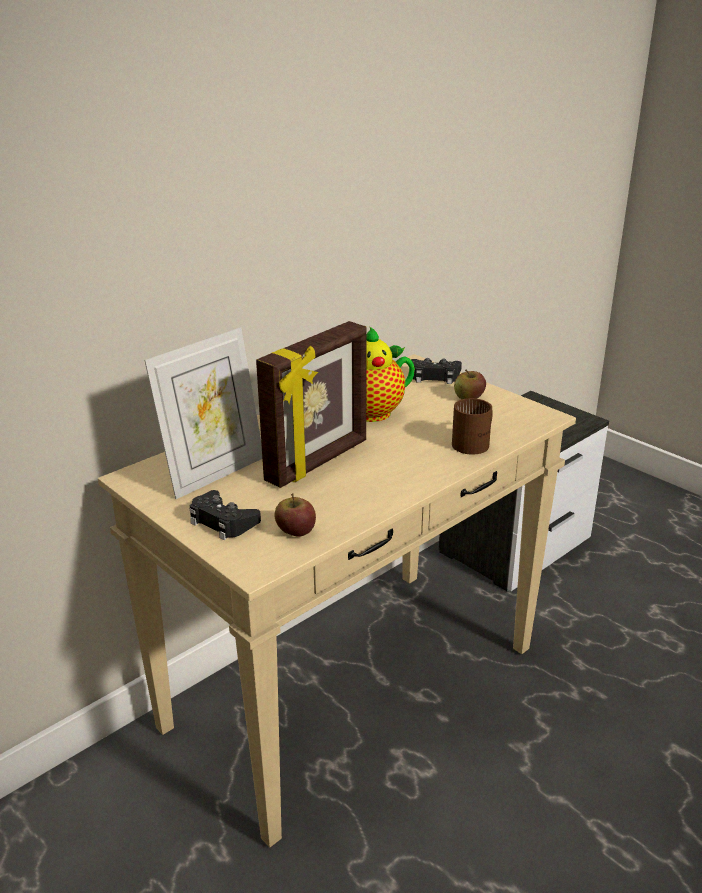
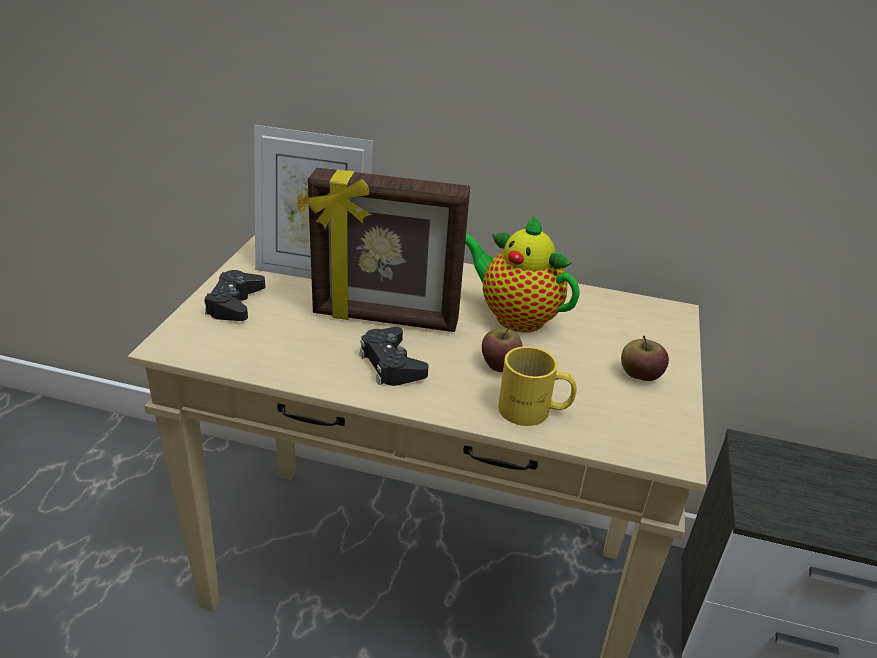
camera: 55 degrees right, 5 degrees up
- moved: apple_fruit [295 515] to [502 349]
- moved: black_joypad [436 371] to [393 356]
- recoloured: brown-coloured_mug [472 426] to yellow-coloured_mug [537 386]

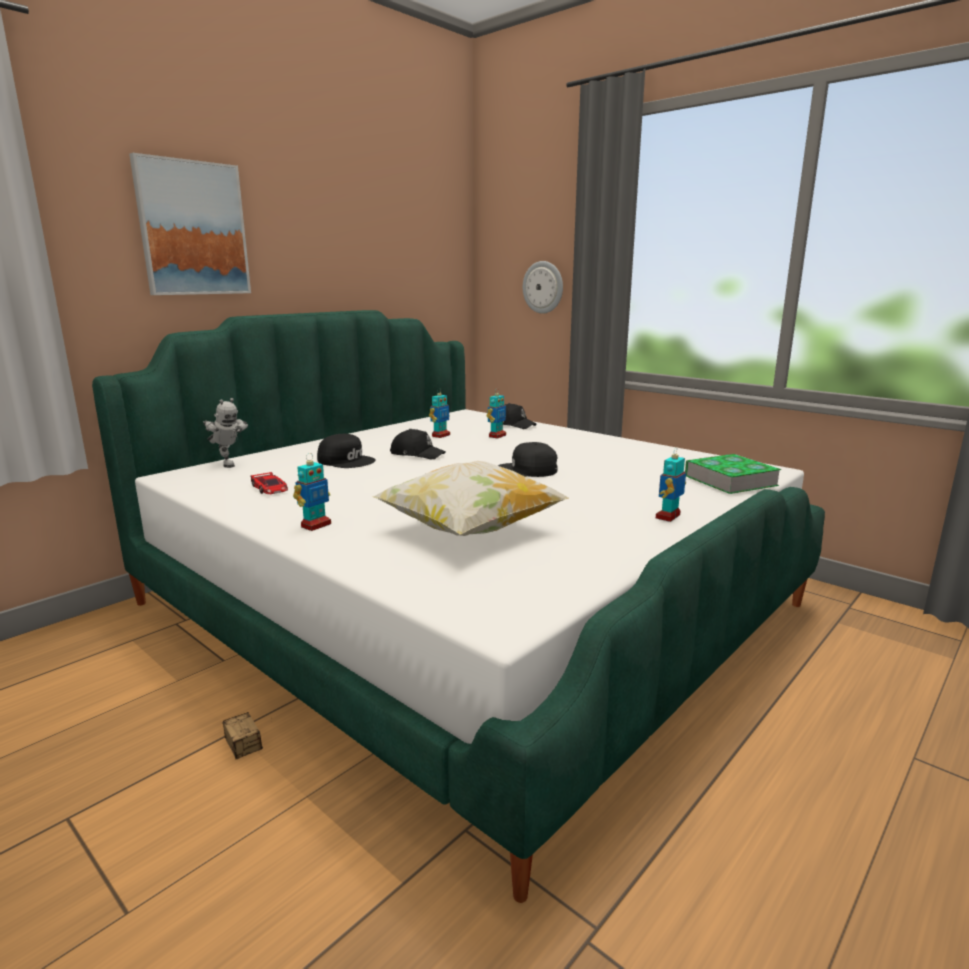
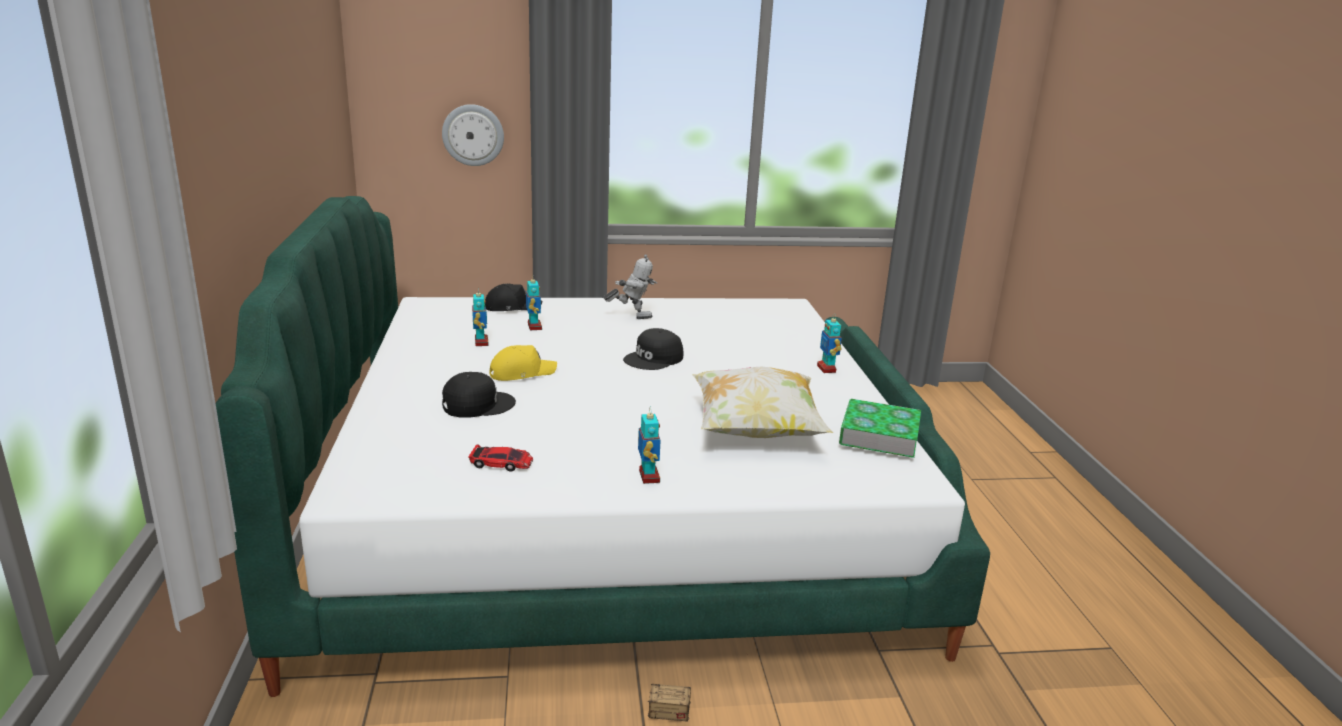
camera: 50 degrees left, 5 degrees up
- removed: wall_picture [190 224]
- moved: robot_figure [225 433] to [630 286]
- recoloured: black_peaked_cap [418 444] to yellow-coloured_peaked_cap [523 363]
- moved: volume [733 474] to [880 428]

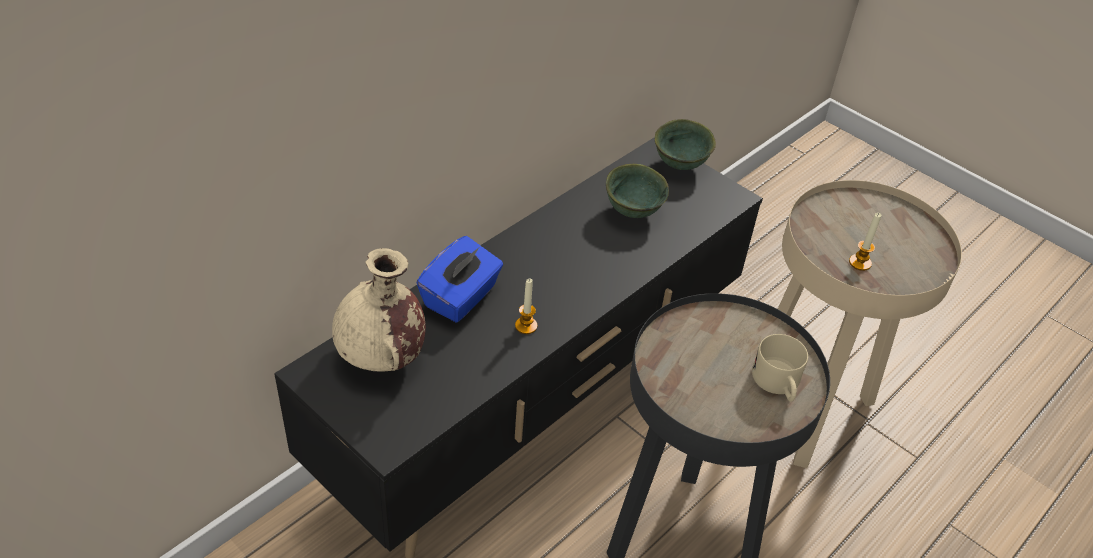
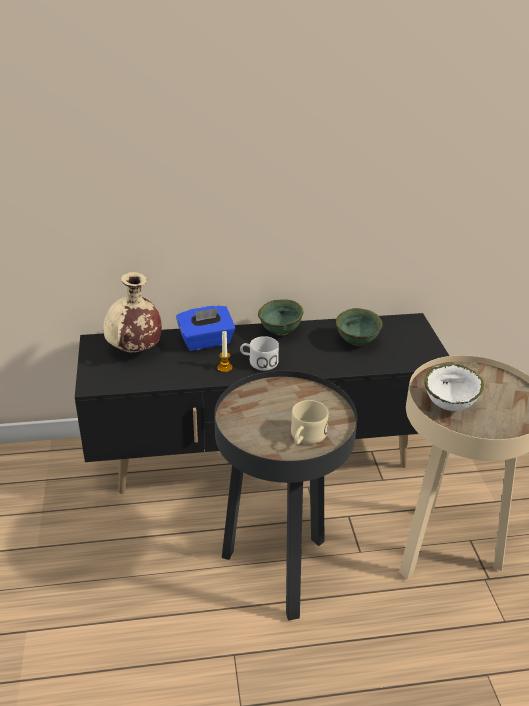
camera: 40 degrees right, 10 degrees down
- moved: green-coloured_bowl [685 144] to [281 317]
- replaced: wax_light [865 242] to white_bowl [454 387]
- added: white_mug [259 353]

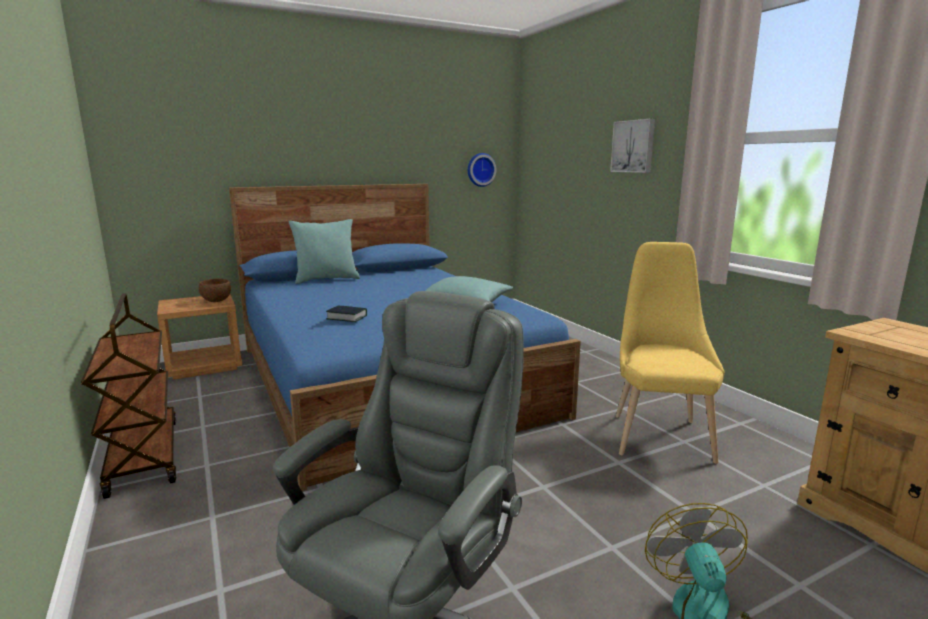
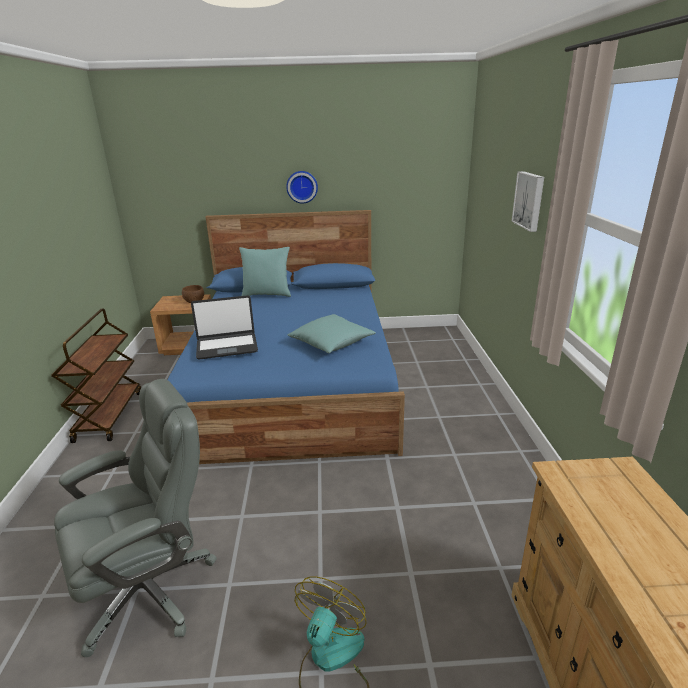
camera: 25 degrees right, 10 degrees up
- replaced: volume [346 314] to laptop [224 327]
- moved: clock_on_the_wall [482 170] to [302 187]
- removed: yellow-coloured_chair [670 353]

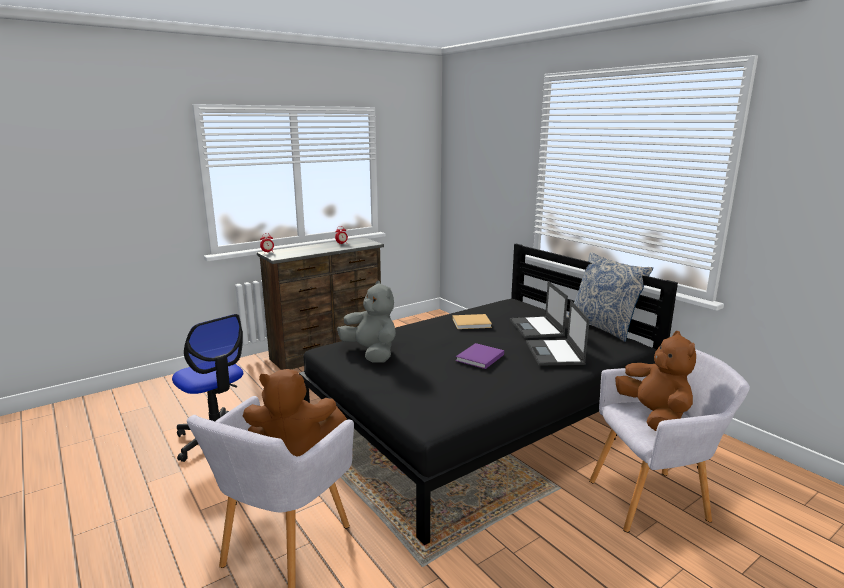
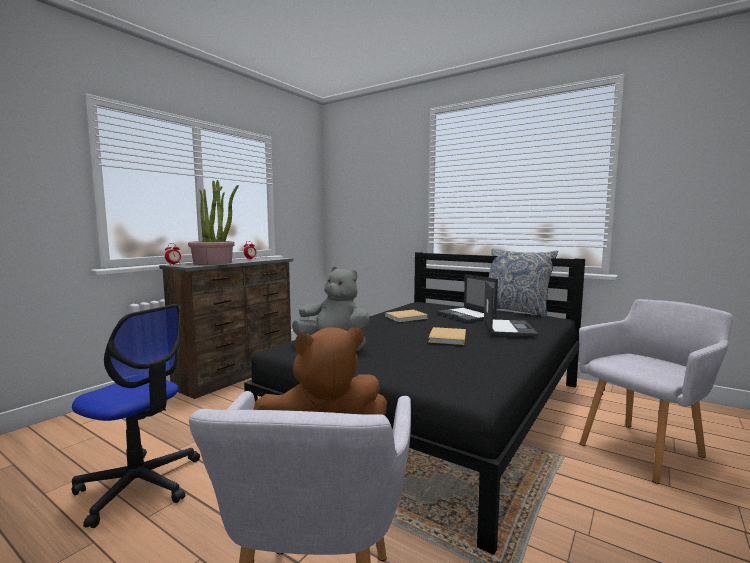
camera: 20 degrees left, 10 degrees down
- recoloured: purple-coloured_volume [480 356] to beige_volume [447 336]
- turned: laptop [558 333] = [510 308] 150 degrees counterclockwise
- removed: brown-coloured_soft_toy [655 381]
- added: potted_plant [213 222]

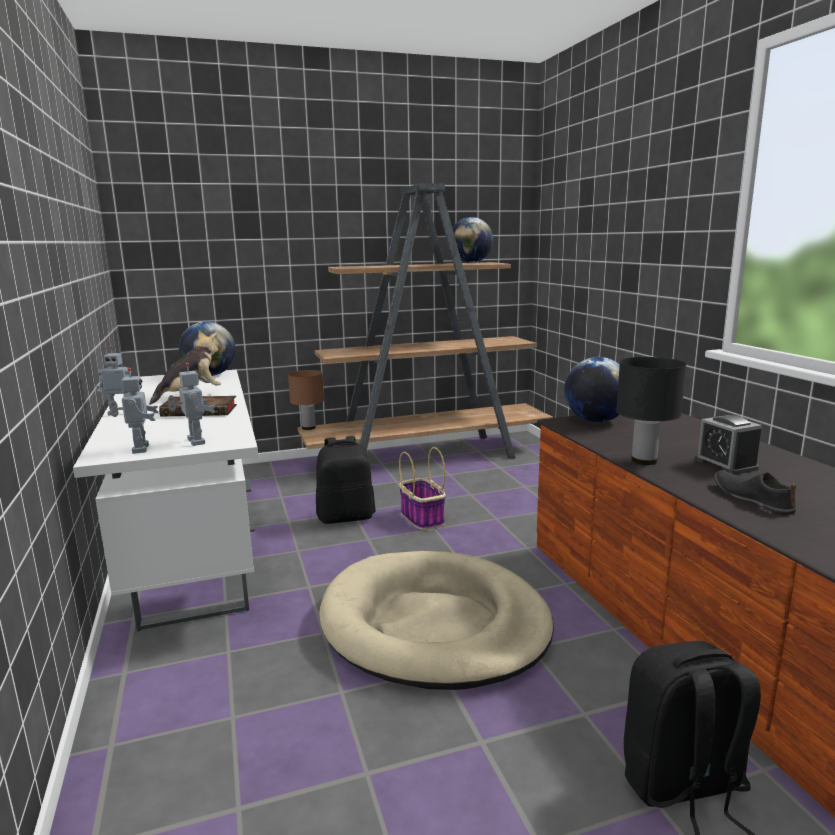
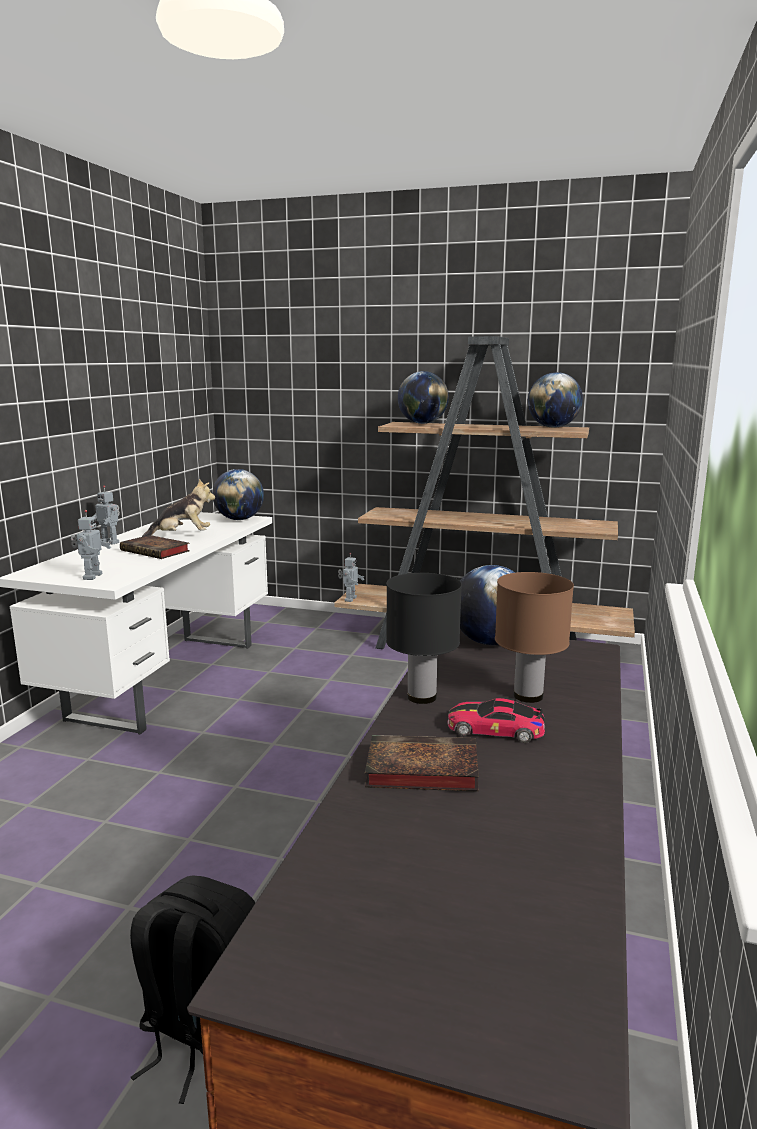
camera: 35 degrees right, 0 degrees up
- moved: robot_figure [134 411] to [351 577]
- moved: brown-coloured_lamp_for_a_table [306 400] to [534 637]
- removed: black_backpack [346 480]
- removed: beige_pet_bed [436 620]
- removed: basket [422 488]
- replaced: table_clock [728 445] to toy_car [496 720]
- replaced: black_low_shoe [755 492] to volume [422 763]
- added: globe [423 397]

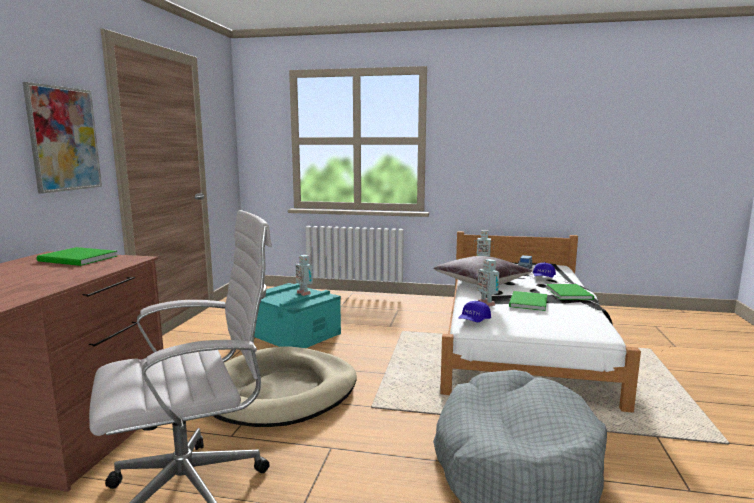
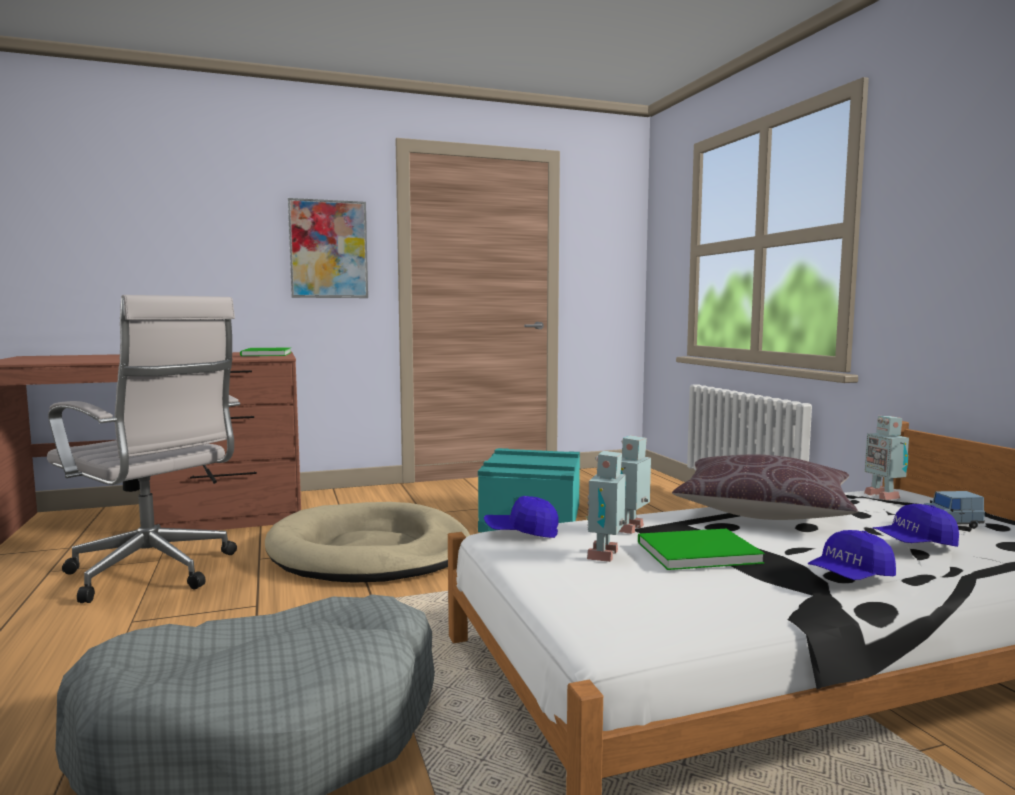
camera: 60 degrees right, 5 degrees down
- moved: robot_figure [304 275] to [606 506]
- replaced: green-coloured_volume [570 292] to blue_peaked_cap [852 555]

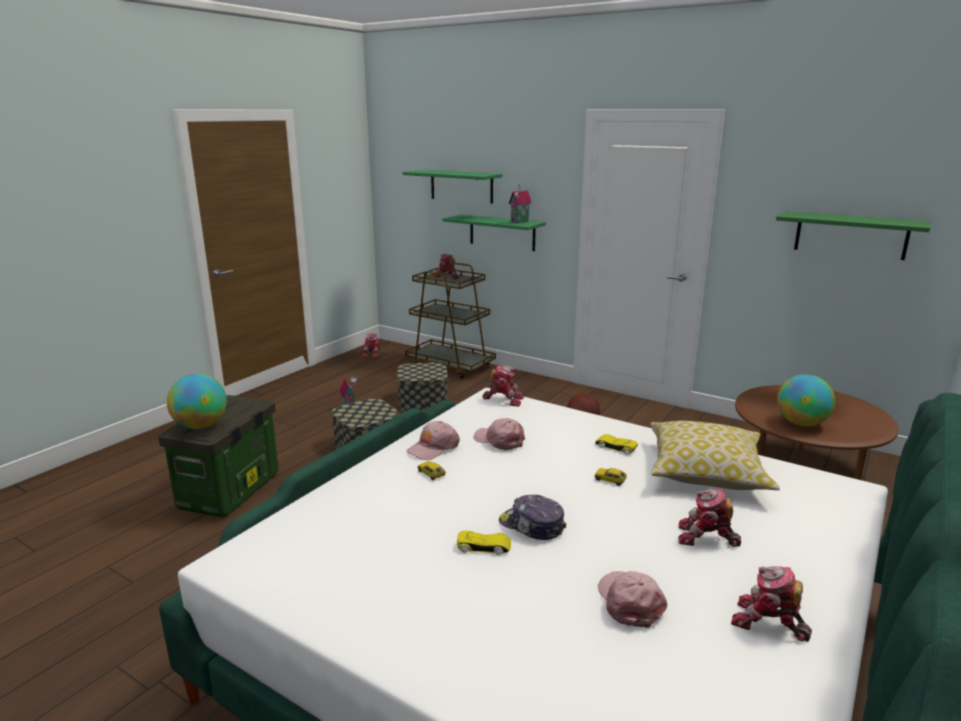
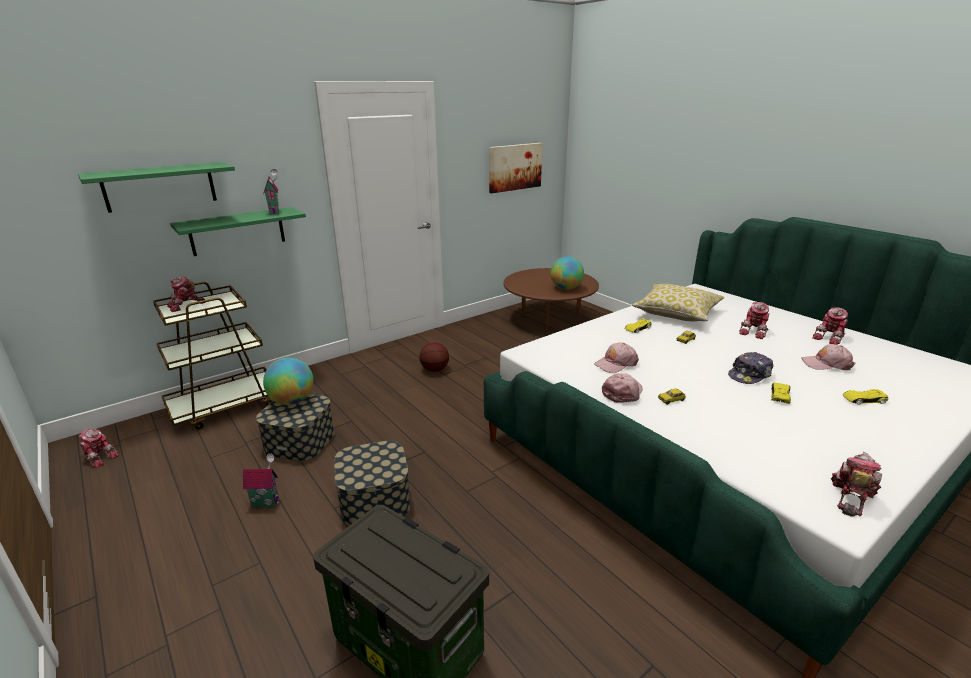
camera: 70 degrees left, 5 degrees up
- moved: globe [197 401] to [288 381]
- turned: pink-coloured_peaked_cap [433 440] = [622 388] 120 degrees counterclockwise
- moved: robot_figure [503 386] to [856 484]
- replaced: green-coloured_shelf [853 235] to wall_picture [515 168]
- added: yellow-coloured_toy_car [865 397]

